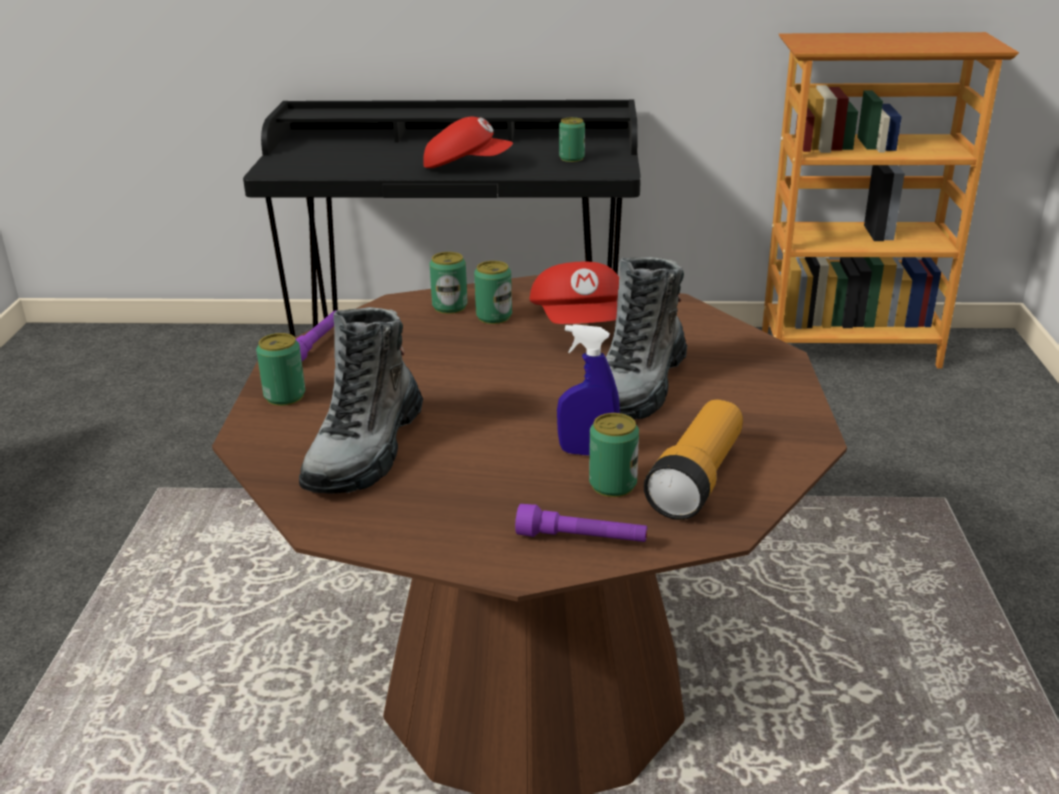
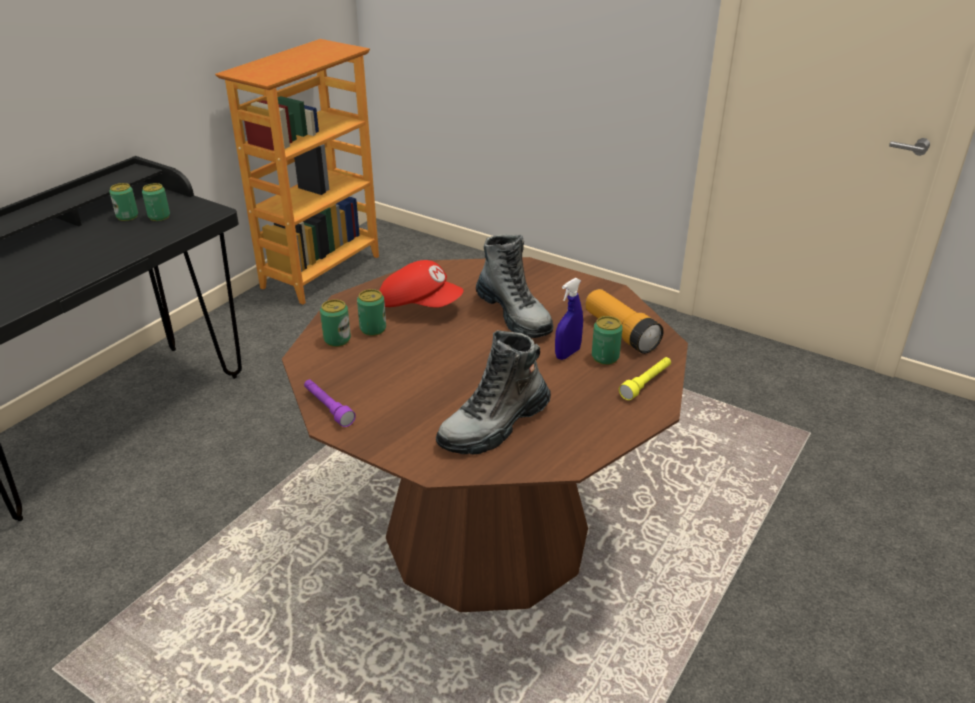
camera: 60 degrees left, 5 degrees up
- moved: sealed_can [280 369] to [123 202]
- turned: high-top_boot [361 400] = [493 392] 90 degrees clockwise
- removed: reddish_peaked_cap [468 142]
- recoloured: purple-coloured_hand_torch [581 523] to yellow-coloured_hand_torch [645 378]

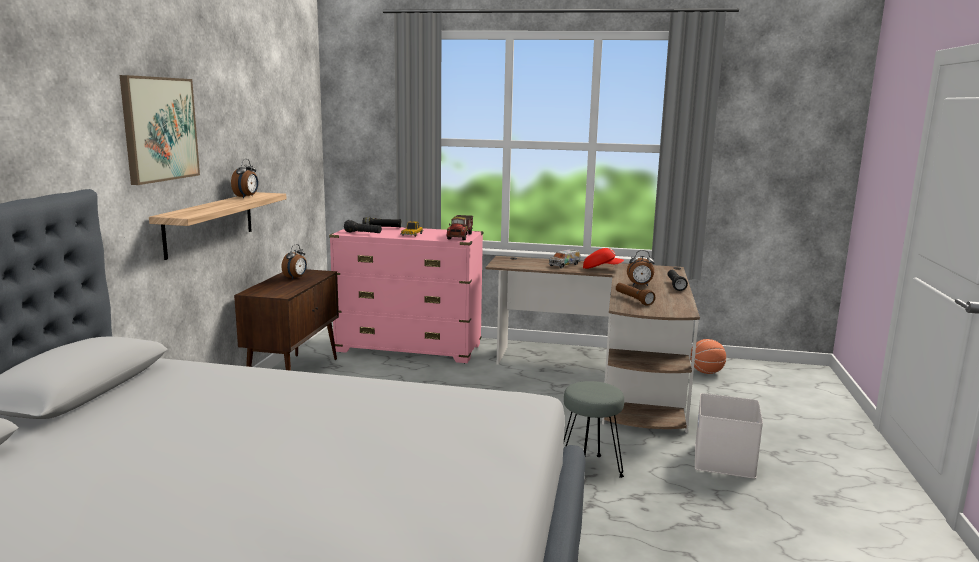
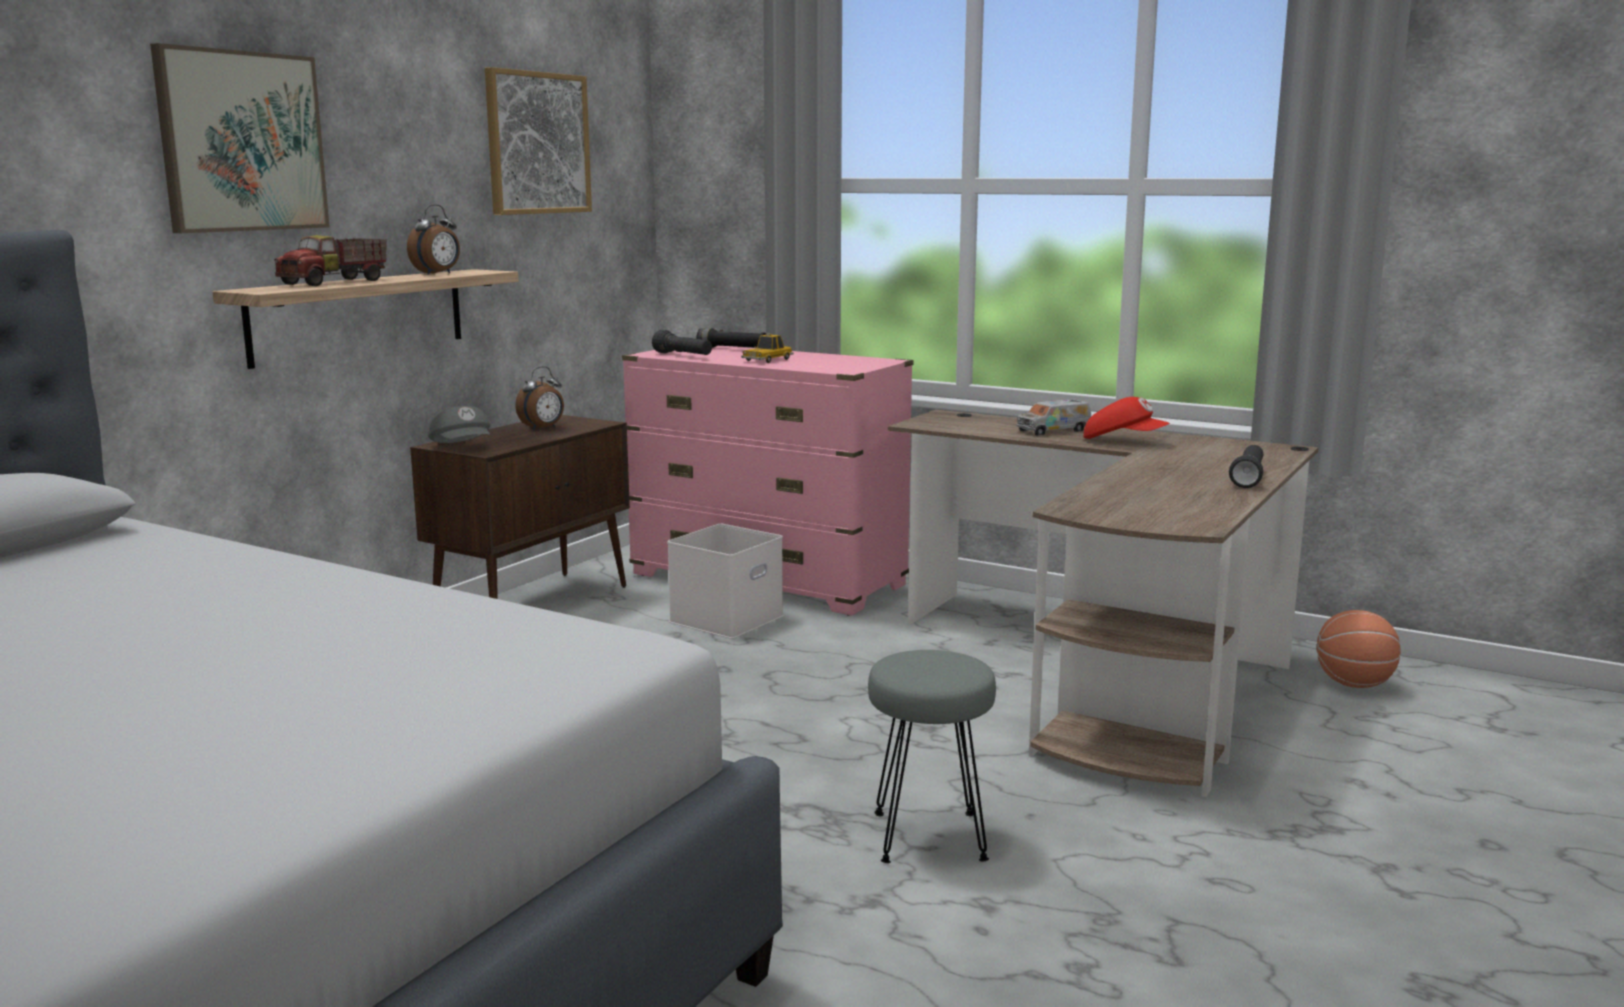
camera: 20 degrees right, 0 degrees up
- moved: toy_lorry [460 227] to [330 260]
- removed: brown-coloured_hand_torch [635 294]
- removed: table_clock [641 268]
- moved: white_storage_box [729 436] to [725 581]
- added: grey_peaked_cap [459 424]
- added: wall_picture [538 141]

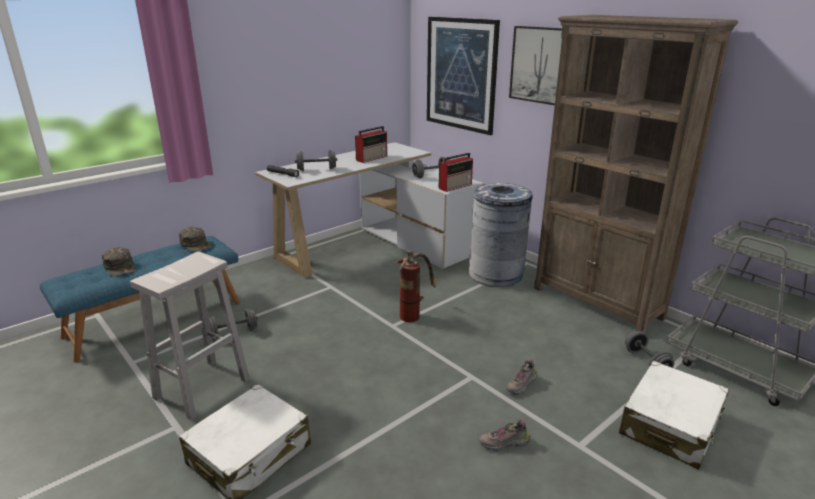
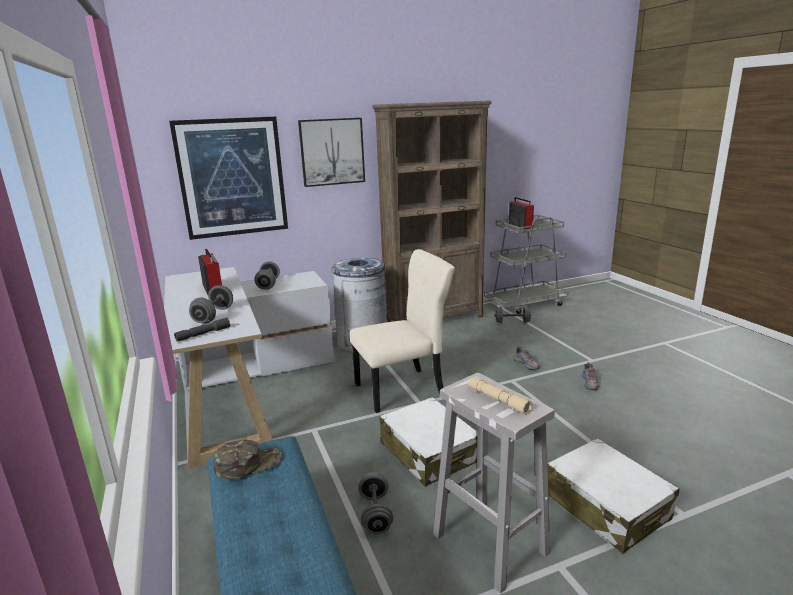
camera: 70 degrees left, 5 degrees down
- removed: green-coloured_peaked_cap [119 262]
- replaced: fire-fighting_cylinder [416 286] to beige_chair [402 331]
- moved: radio [456 172] to [521 213]
- moved: white_travel_case [674 415] to [428 441]
- added: beige_hand_torch [500 396]

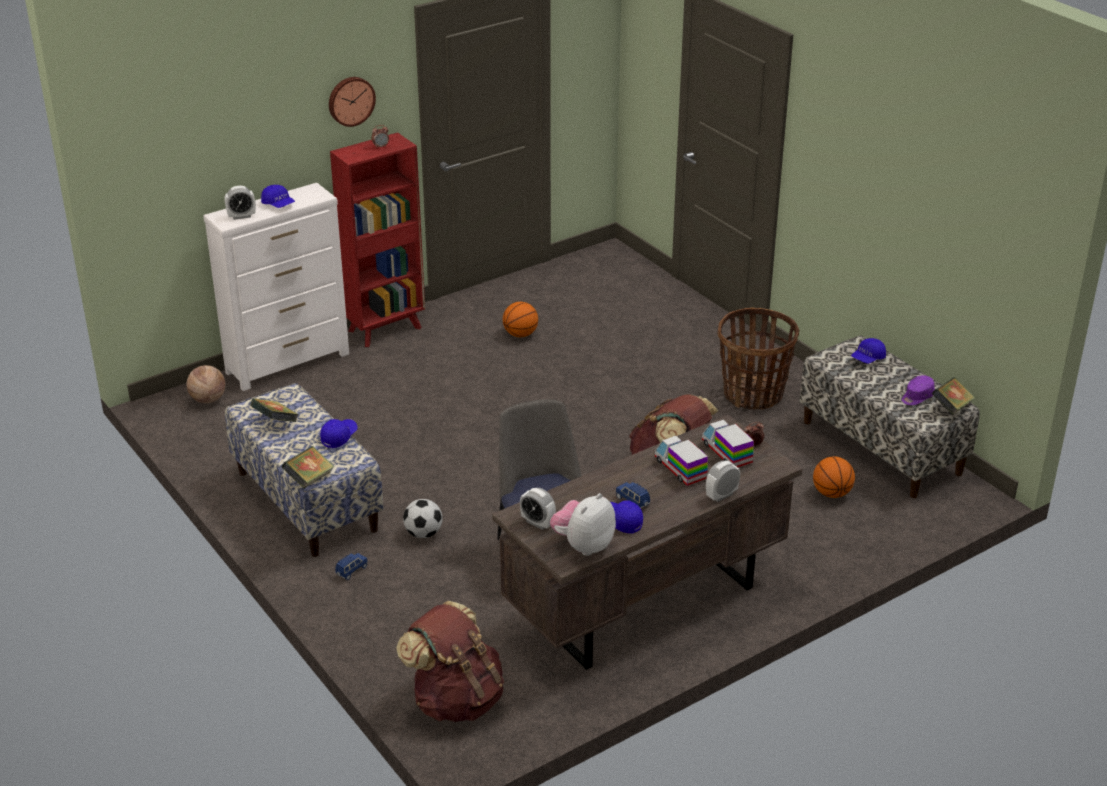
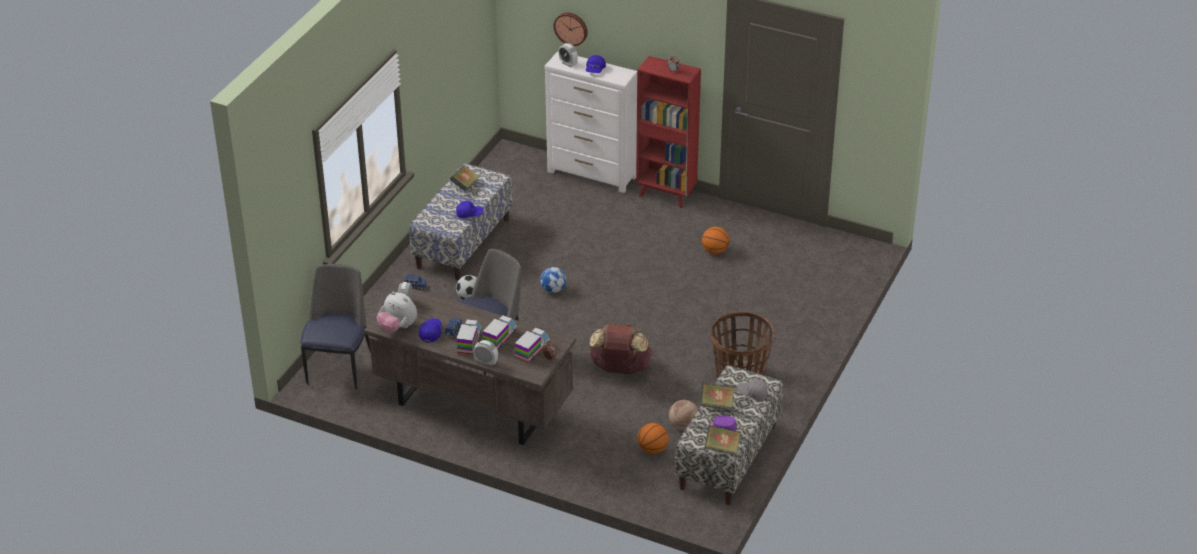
camera: 60 degrees right, 5 degrees up
- moved: basketball_ball [205 384] to [683 415]
- moved: volume [308 467] to [717 396]
- moved: clock_on_the_wall [352 102] to [571 29]
- replaced: brown-coloured_backpack [450 661] to chair [335 327]
- turned: soft_toy [583 524] = [397 312] 150 degrees counterclockwise
- recoloured: blue_peaked_cap [868 351] to grey_peaked_cap [752 389]
- added: toy_lorry [469 337]
- added: football [553 280]

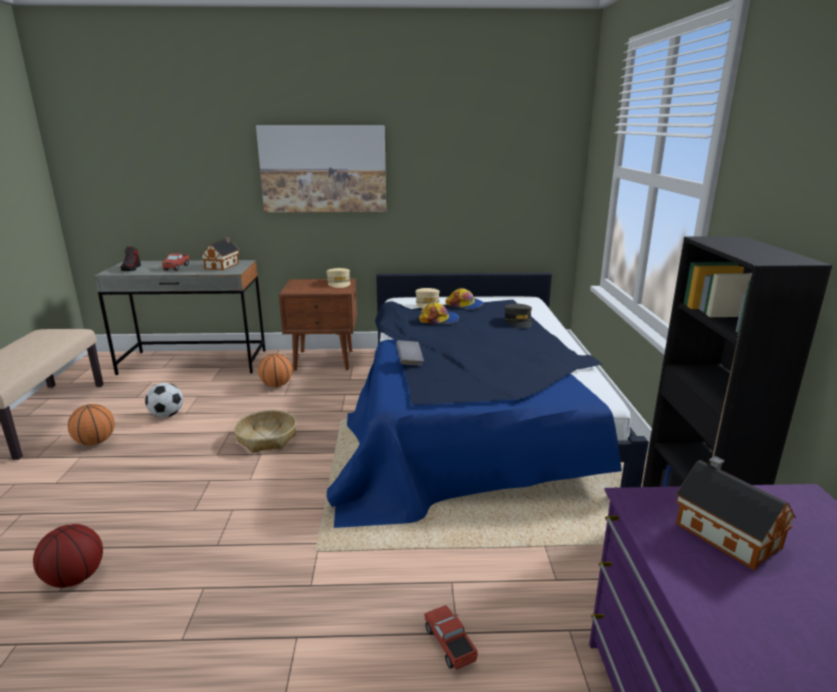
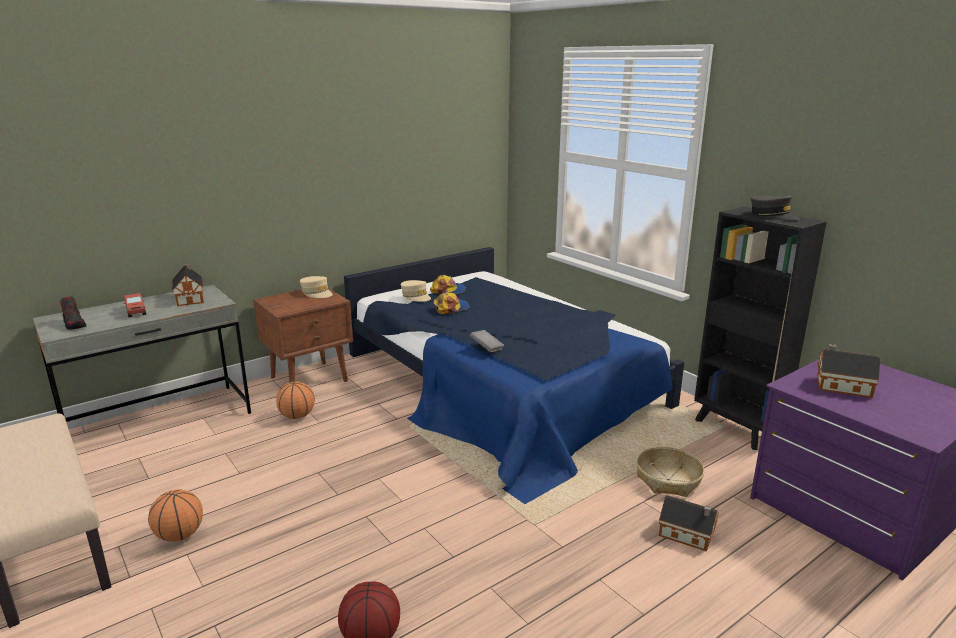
camera: 35 degrees left, 0 degrees up
- removed: football [164 400]
- moved: basket [265 431] to [670 472]
- removed: wall_picture [321 168]
- replaced: toy_lorry [451 637] to miniature_house [689 523]
- moved: grey_peaked_cap [519 315] to [775 207]

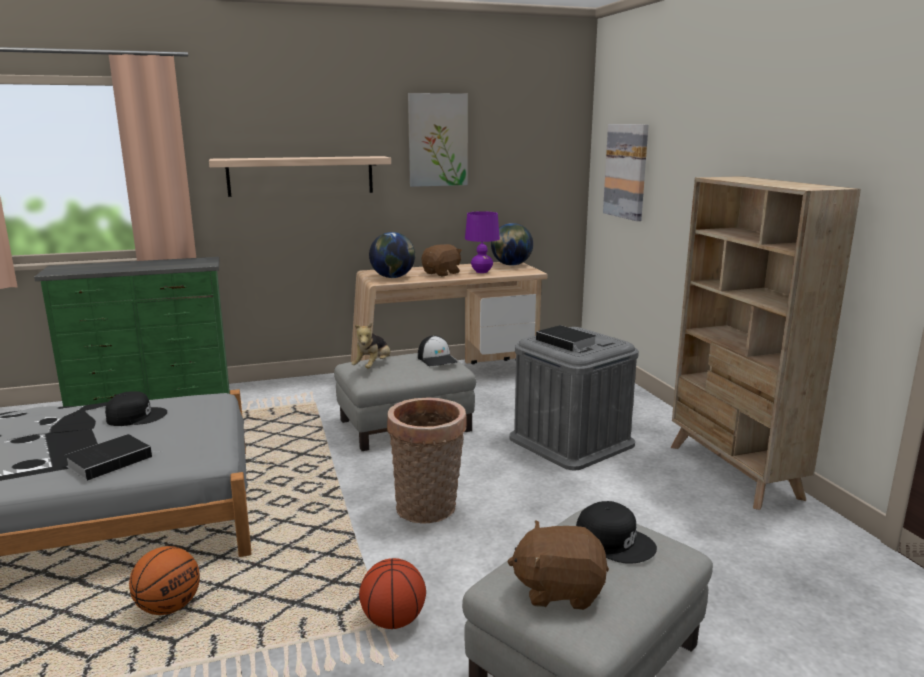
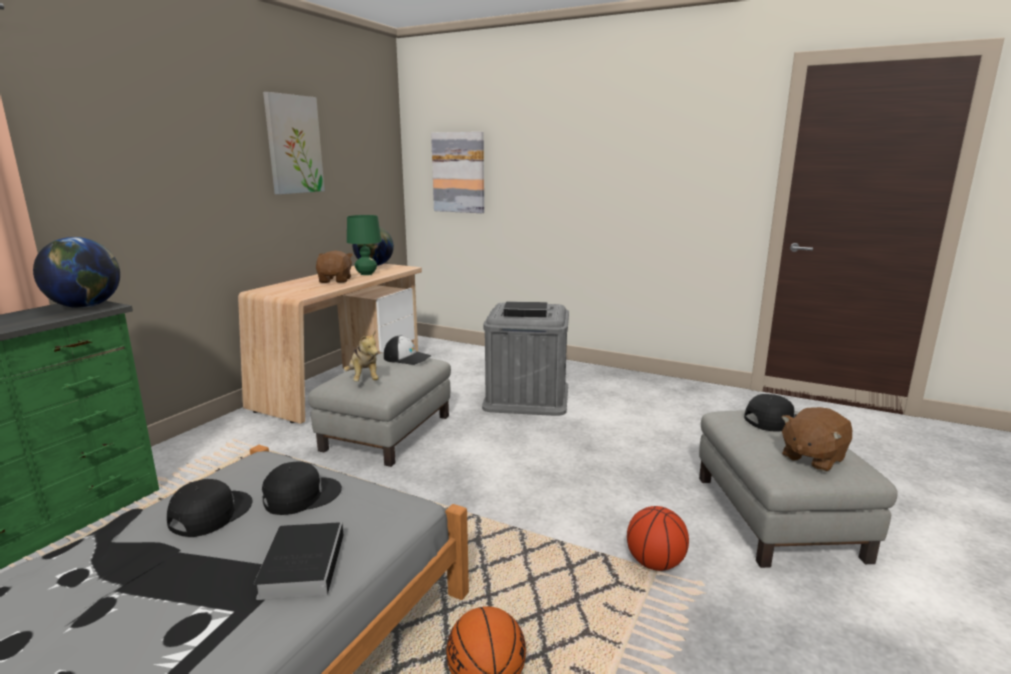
camera: 45 degrees left, 0 degrees up
- removed: shelf [300 176]
- moved: globe [392 255] to [76 272]
- removed: basket [426 461]
- recoloured: purple-coloured_lamp_for_a_table [482 242] to green-coloured_lamp_for_a_table [364 245]
- removed: beige_shelving_unit [766 343]
- added: black_peaked_cap [302 488]

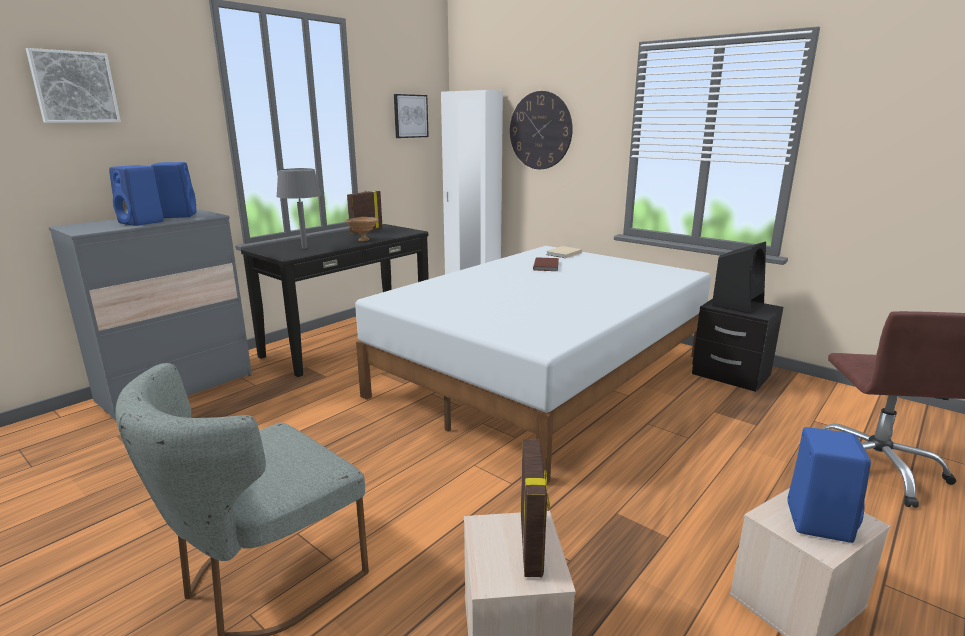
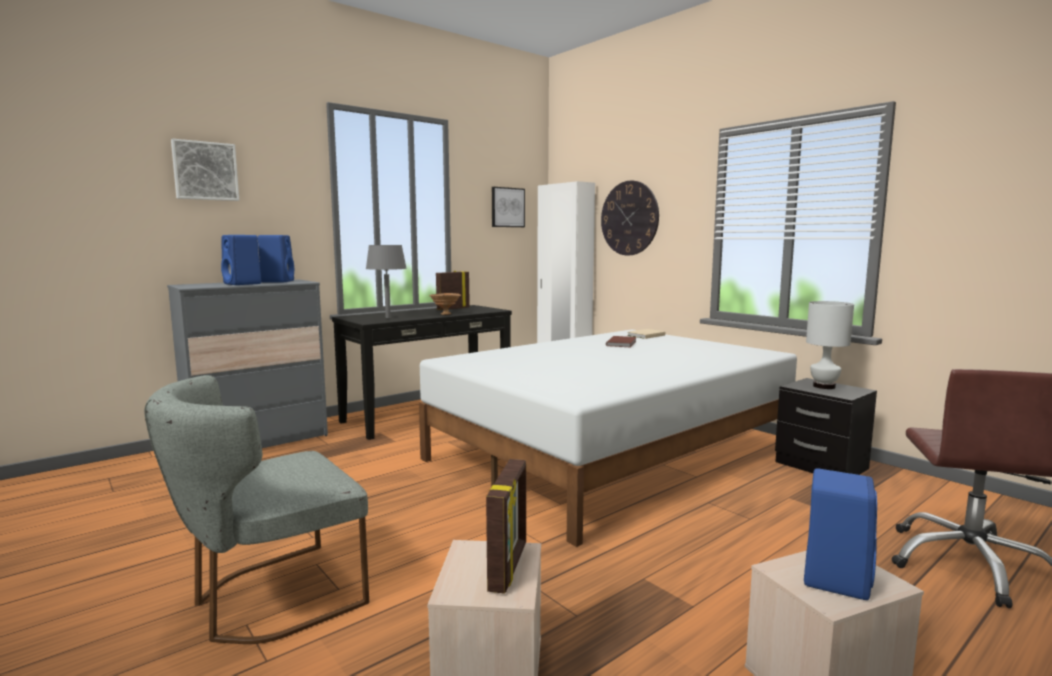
camera: 10 degrees right, 10 degrees down
- replaced: black_loudspeaker [739 277] to white_lamp_for_a_table [830 345]

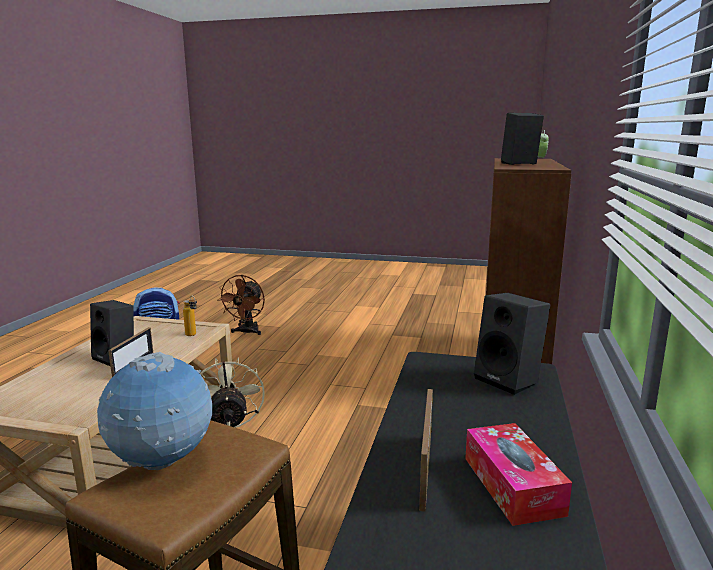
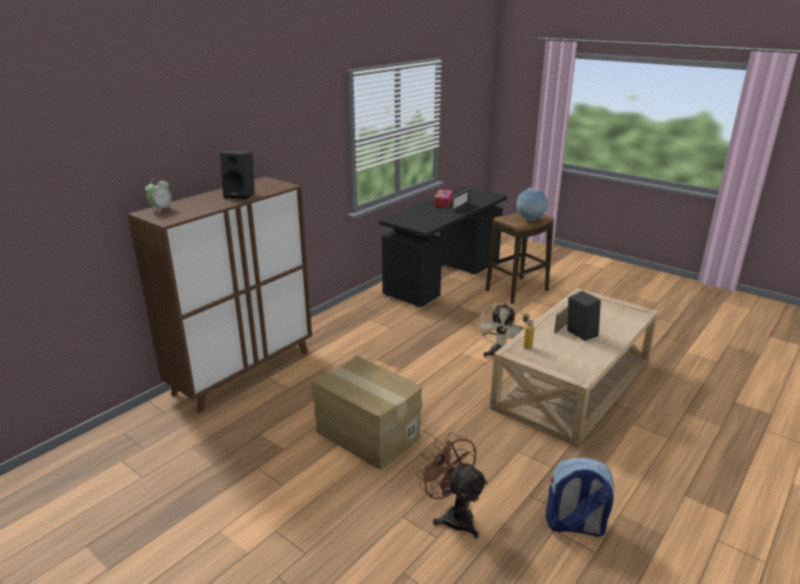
camera: 155 degrees left, 10 degrees up
- turned: brown-coloured_cooling_fan [241 305] = [452 485] 75 degrees counterclockwise
- removed: black_loudspeaker [512 344]
- added: packing_box [367 413]

